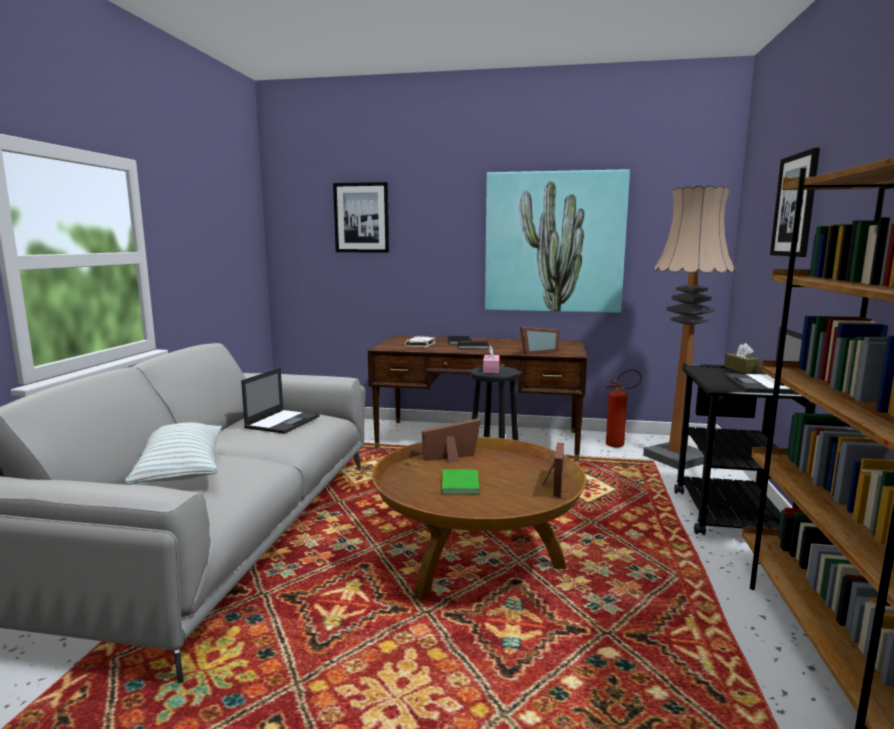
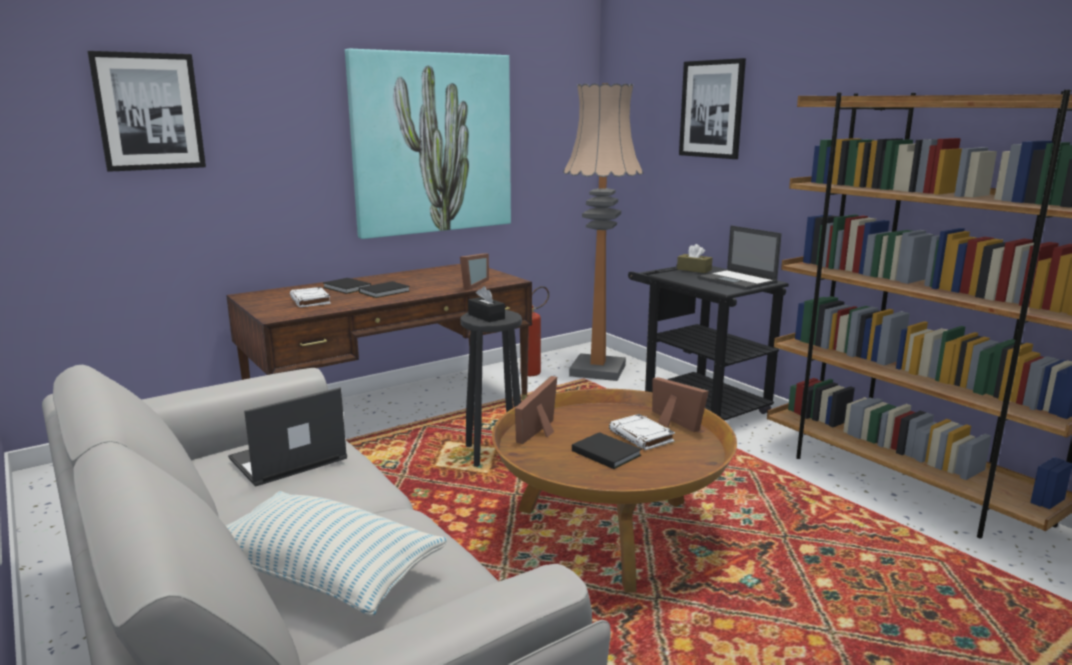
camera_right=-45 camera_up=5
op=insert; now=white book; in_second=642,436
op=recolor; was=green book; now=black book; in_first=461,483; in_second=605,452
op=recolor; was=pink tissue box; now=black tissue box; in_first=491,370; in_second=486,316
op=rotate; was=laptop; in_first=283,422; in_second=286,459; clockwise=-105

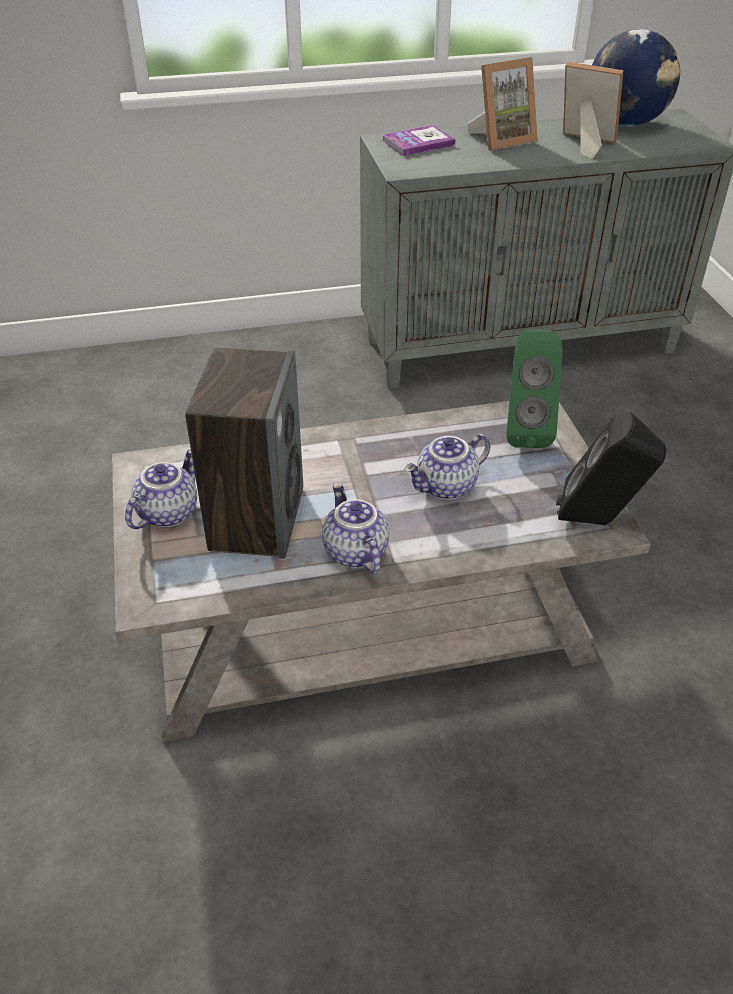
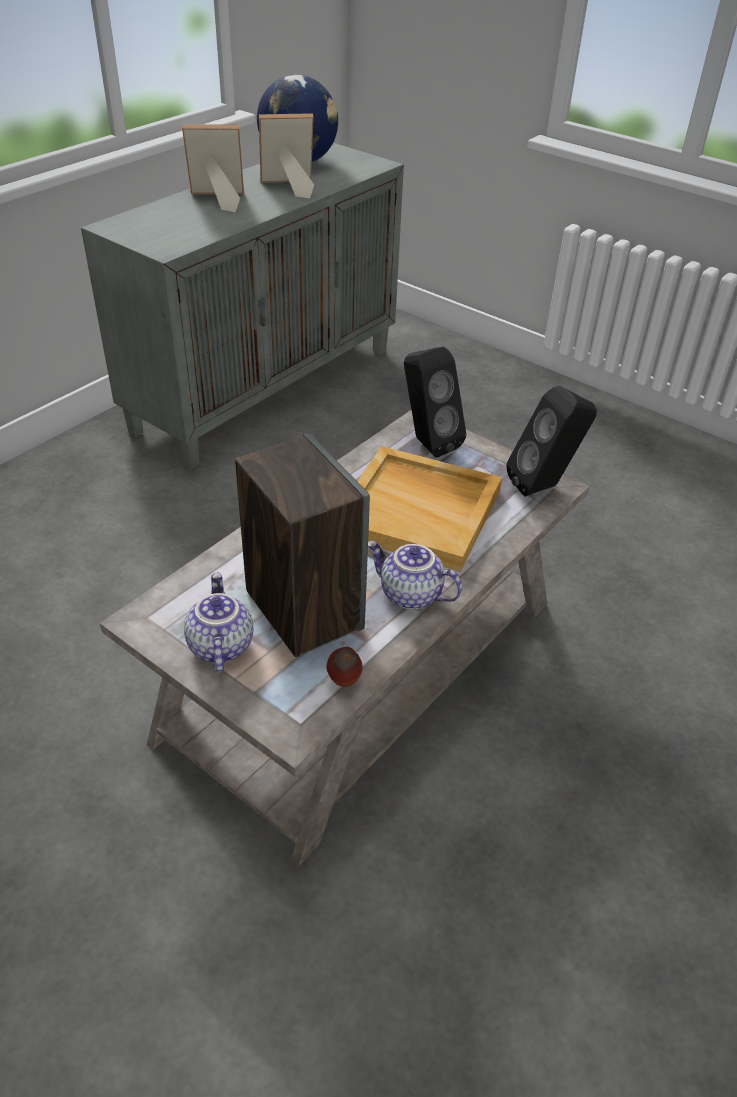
camera_right=-40 camera_up=0
op=delete; was=book; in_first=418,143
op=insert; now=apple; in_second=344,682
op=replace; was=teapot; now=beige tray; in_first=446,487; in_second=419,511
op=recolor; was=green speaker; now=black speaker; in_first=525,431; in_second=426,443
op=rotate; was=picture frame; in_first=501,139; in_second=217,200; clockwise=-120

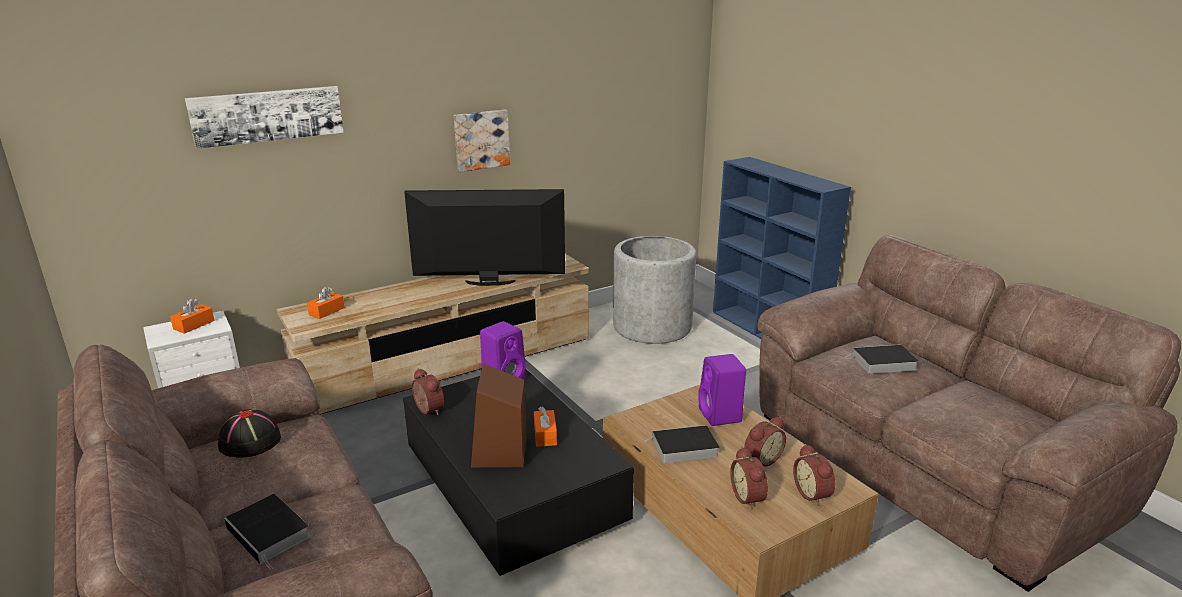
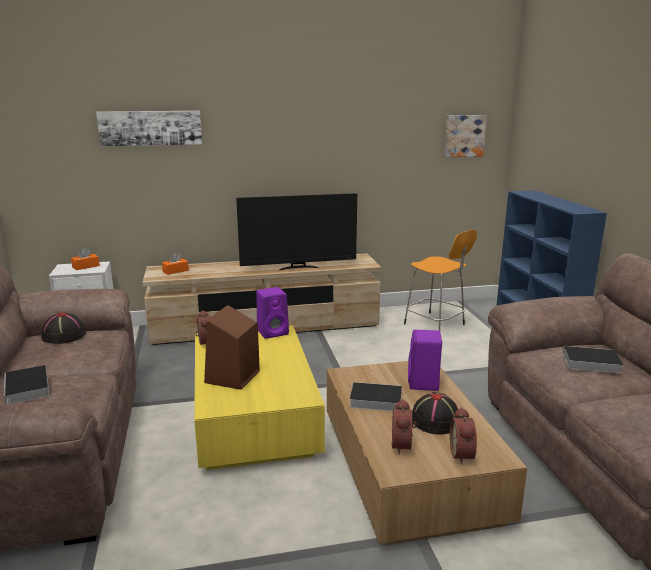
camera_right=20 camera_up=-5
op=delete; was=orange tissue box; in_first=545,435
op=move; was=picture; in_first=481,139; in_second=464,135
op=replace; was=grey planter; now=orange stool; in_first=652,327; in_second=436,325
op=replace; was=alarm clock; now=black hat; in_first=761,459; in_second=435,420
op=recolor; was=black coffee table; now=yellow coffee table; in_first=512,488; in_second=253,414
op=rotate; was=television; in_first=489,283; in_second=298,267; clockwise=150

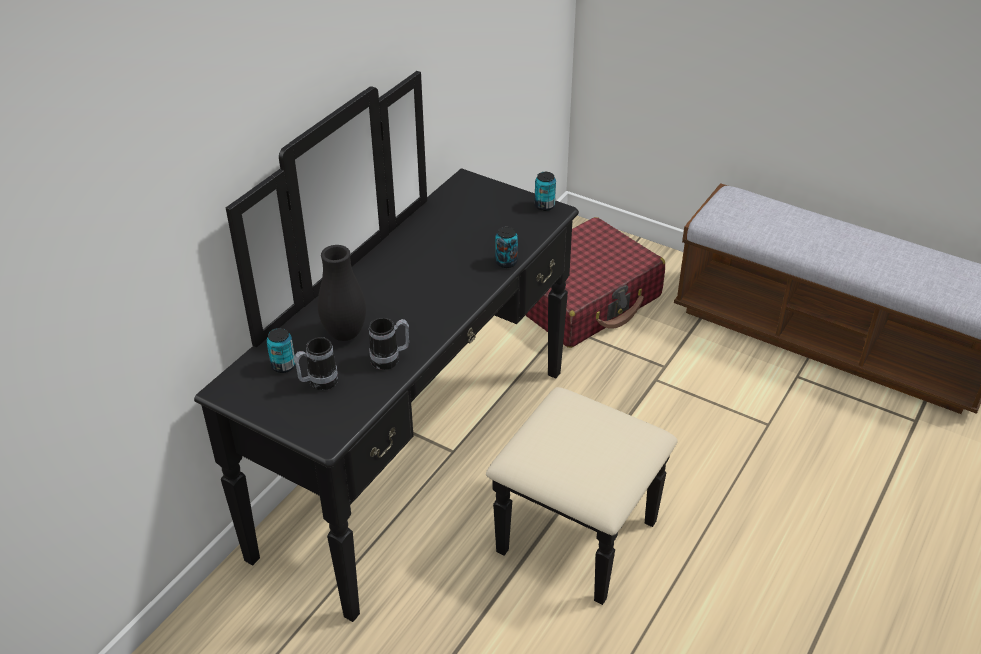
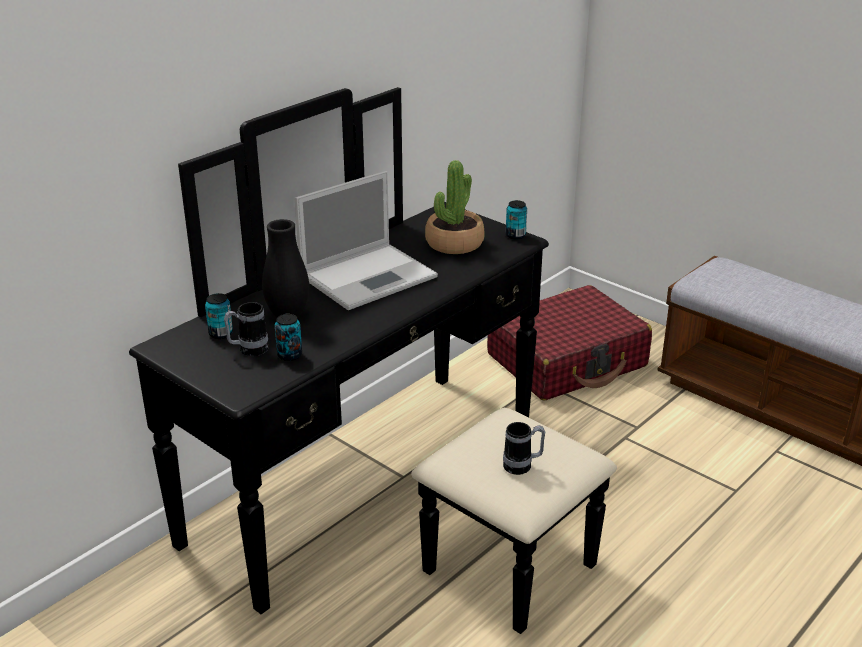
camera_right=10 camera_up=-10
op=insert; now=laptop; in_second=370,276
op=insert; now=potted plant; in_second=454,243
op=move; was=mug; in_first=390,360; in_second=522,466
op=move; was=can; in_first=506,262; in_second=289,355

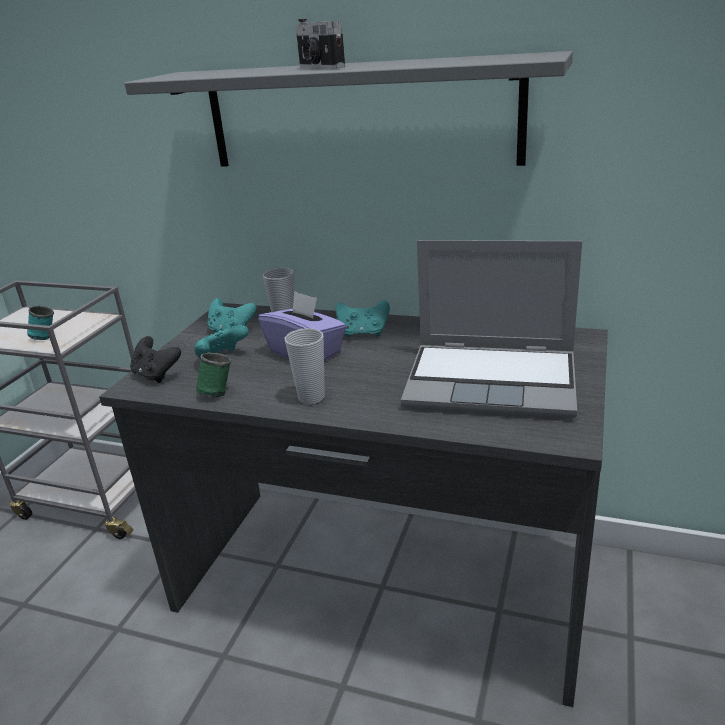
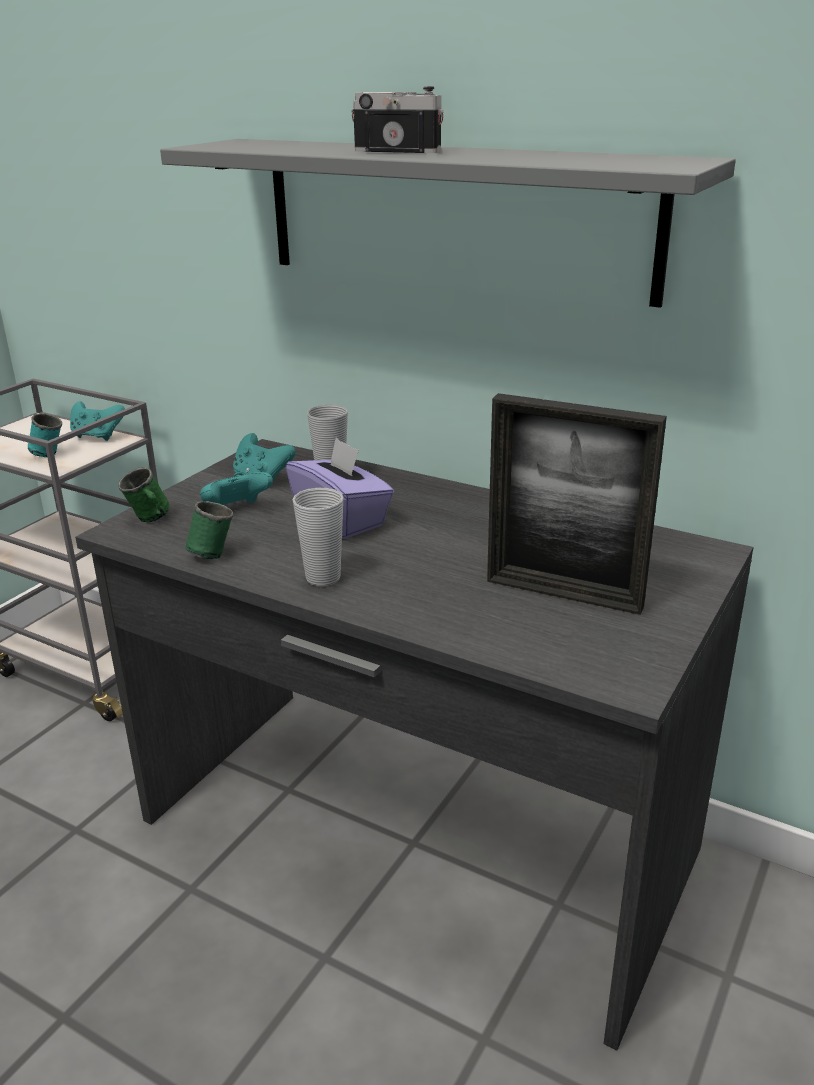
camera_right=10 camera_up=0
op=move; was=turquoise game controller; in_first=363,333; in_second=97,436
op=replace; was=black game controller; now=green mug; in_first=156,375; in_second=150,520
op=replace; was=laptop; now=picture frame; in_first=493,382; in_second=563,593
op=rotate; was=photo camera; in_first=319,67; in_second=398,151; clockwise=135

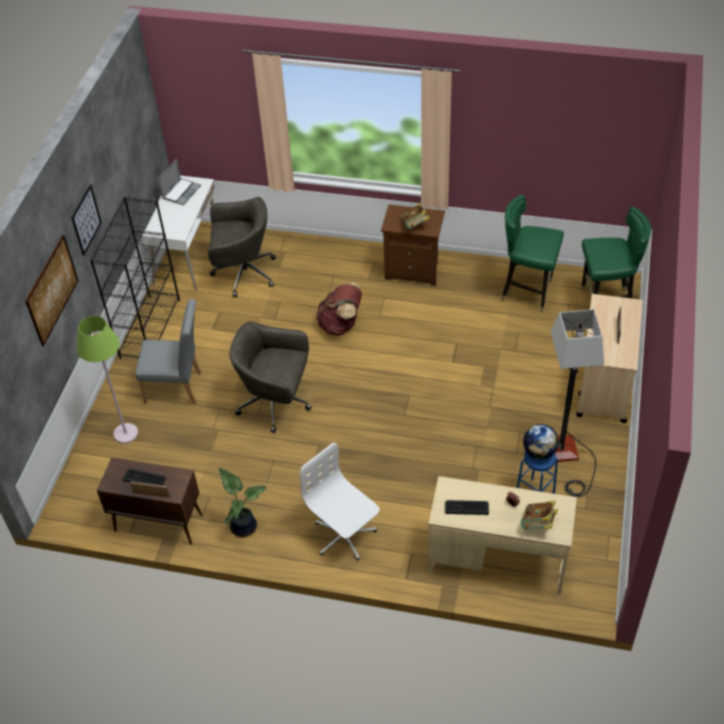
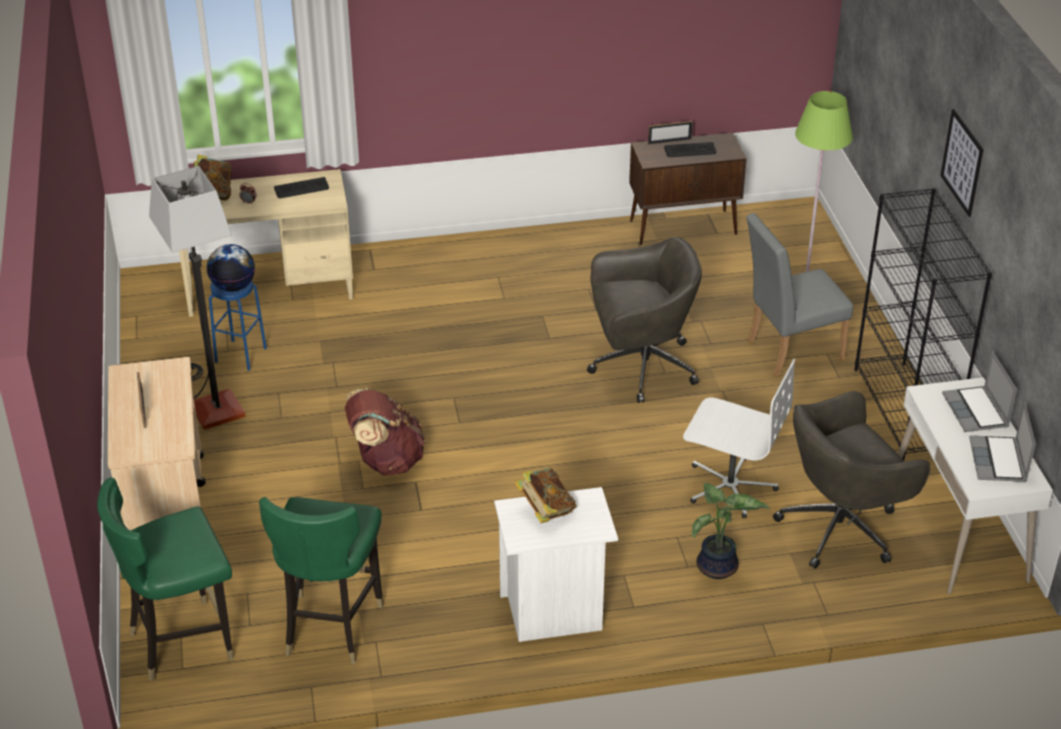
camera_right=155 camera_up=-10
op=delete; was=picture; in_first=52,290
op=insert; now=laptop; in_second=976,411
op=move; was=potted plant; in_first=244,525; in_second=718,569
op=move; was=white office chair; in_first=344,536; in_second=730,486
op=move; was=brown backpack; in_first=341,325; in_second=386,461
op=recolor; was=brown nightstand; now=white nightstand; in_first=413,270; in_second=553,613
op=rotate; was=green chair; in_first=527,292; in_second=330,627; clockwise=105

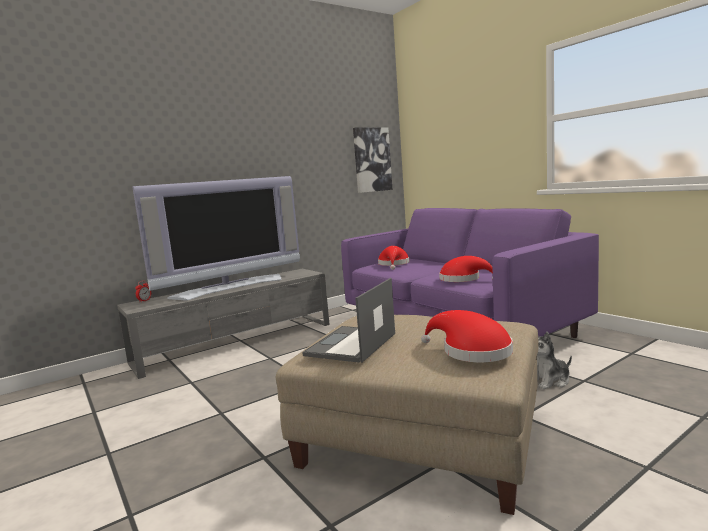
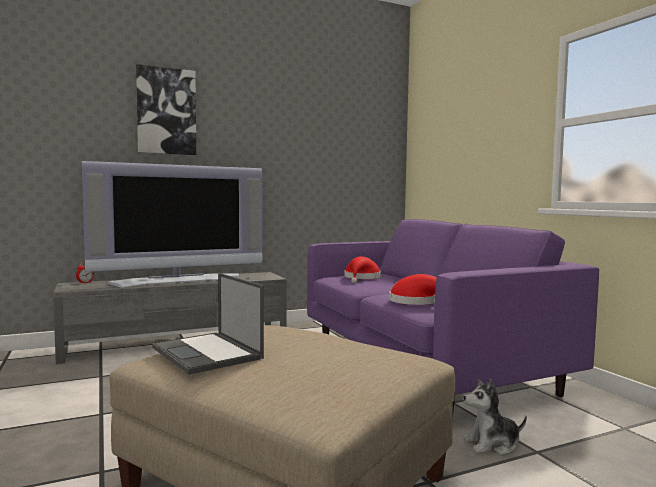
camera_right=10 camera_up=-5
op=delete; was=red hat; in_first=471,351
op=move; was=picture; in_first=372,160; in_second=166,111
op=rotate; was=laptop; in_first=351,345; in_second=207,353; clockwise=-75

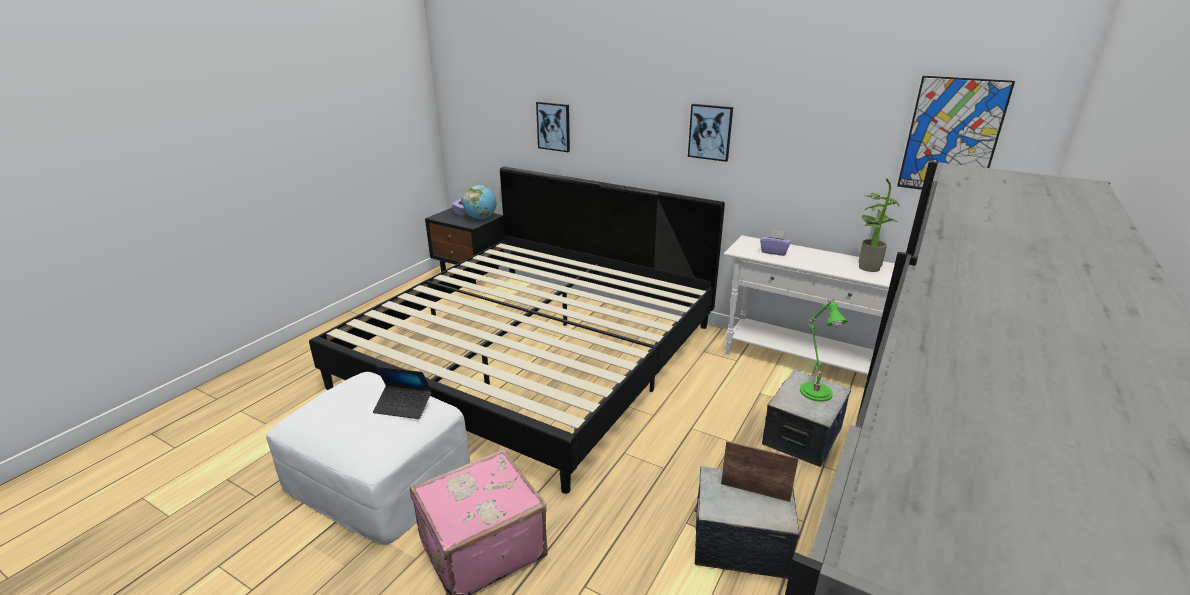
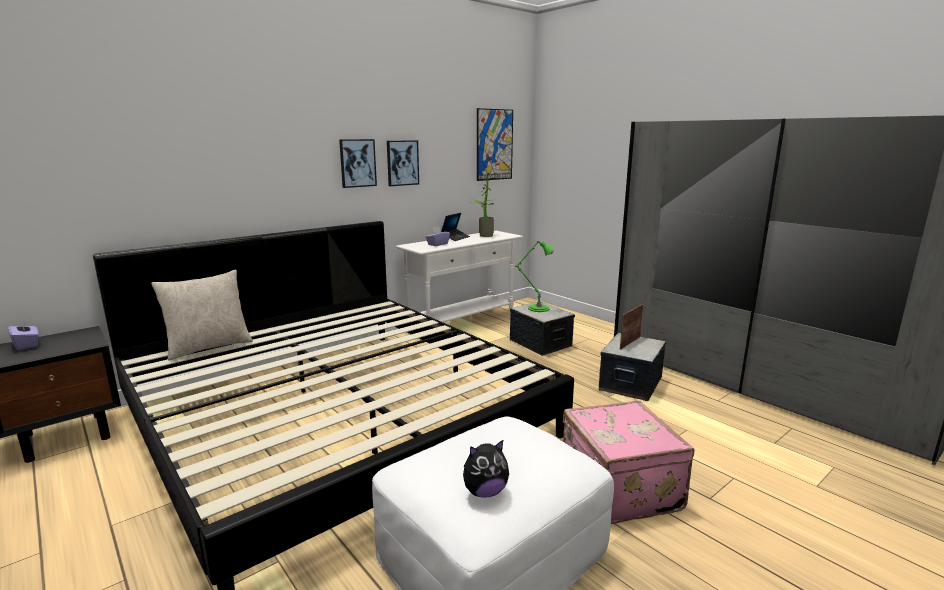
camera_right=-70 camera_up=-10
op=delete; was=globe; in_first=481,218
op=insert; now=beige pillow; in_second=209,347
op=insert; now=plush toy; in_second=484,492
op=move; was=laptop; in_first=403,406; in_second=455,238
op=move; was=picture; in_first=554,126; in_second=402,163

